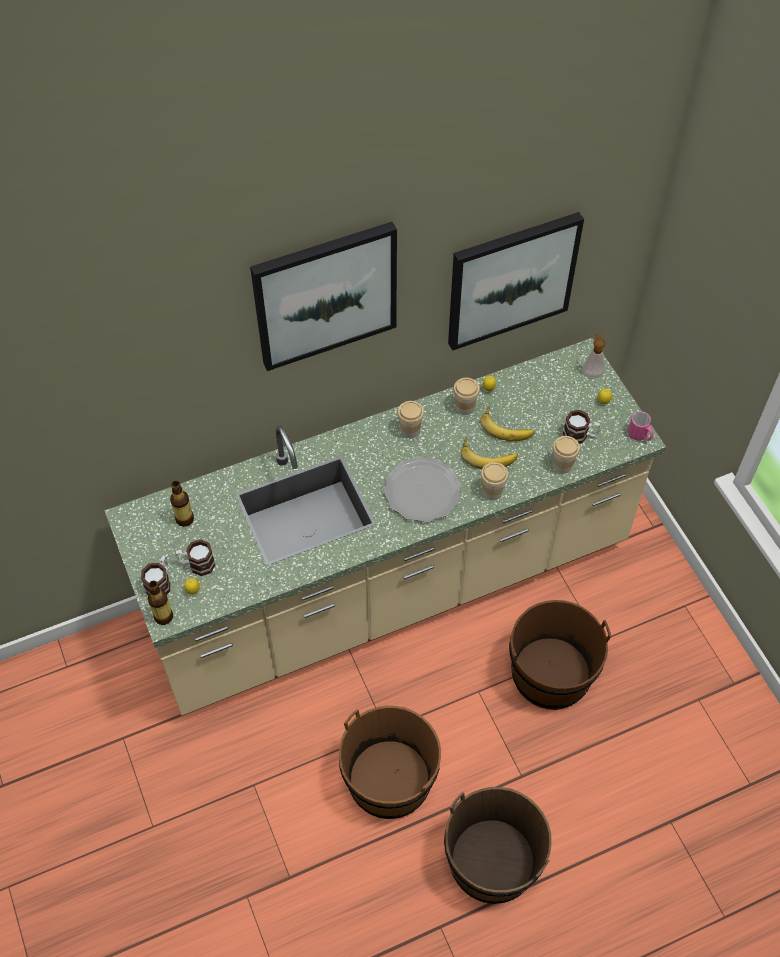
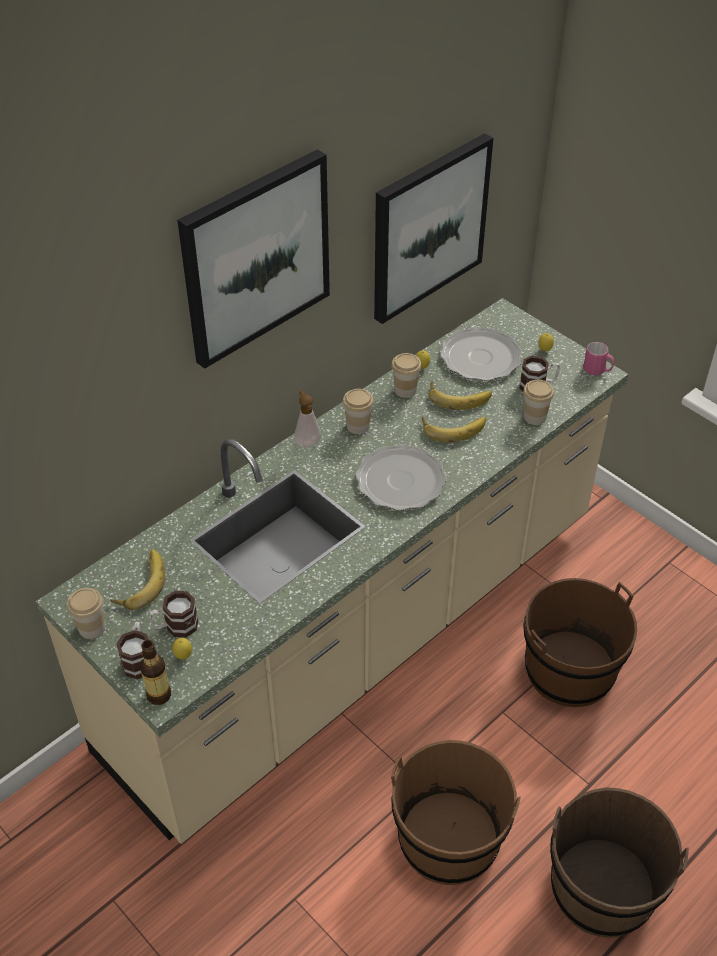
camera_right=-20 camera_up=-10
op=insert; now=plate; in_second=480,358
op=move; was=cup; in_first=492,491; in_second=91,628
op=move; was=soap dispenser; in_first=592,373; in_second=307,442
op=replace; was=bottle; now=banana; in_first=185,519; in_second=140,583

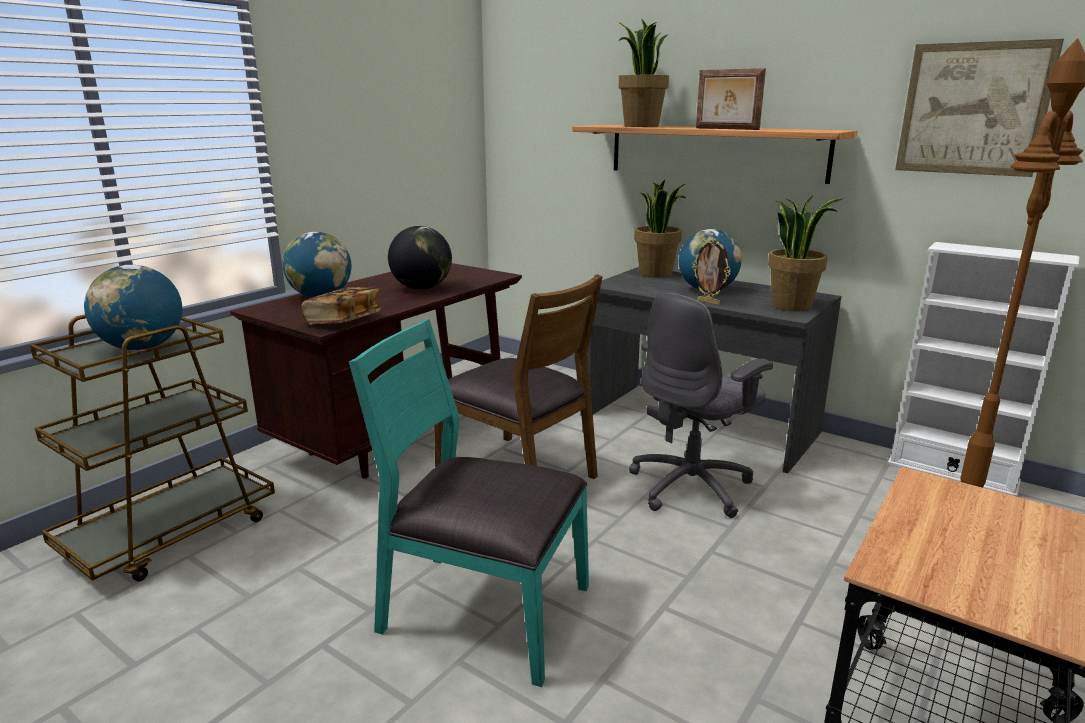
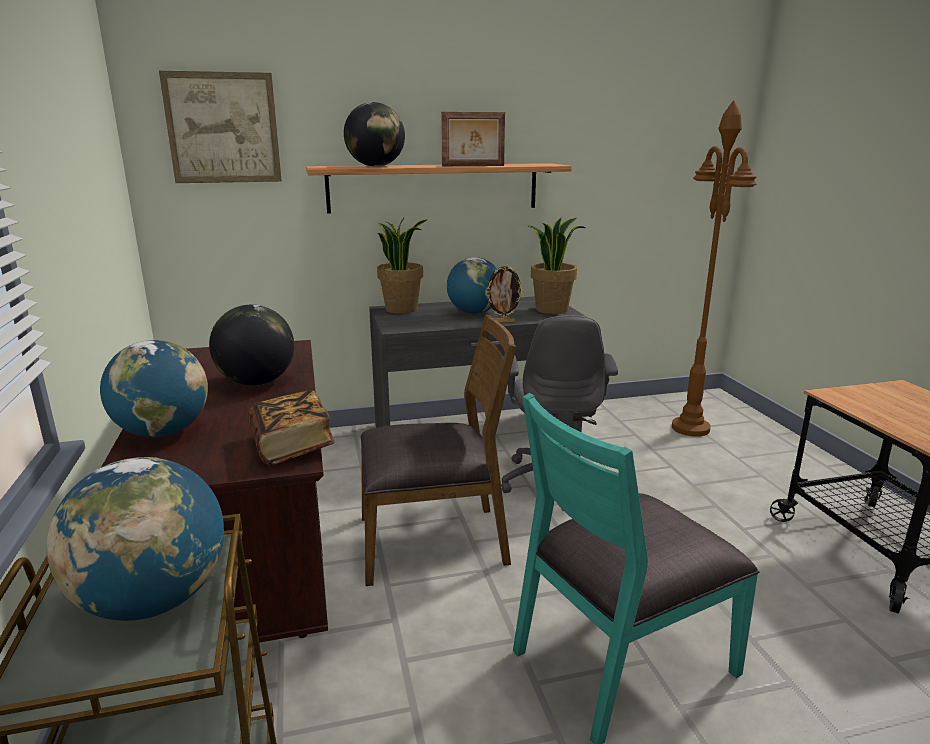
camera_right=-50 camera_up=0
op=delete; was=white bookcase; in_first=952,473
op=move; was=picture; in_first=973,109; in_second=223,128
op=replace; was=potted plant; now=globe; in_first=640,126; in_second=375,166

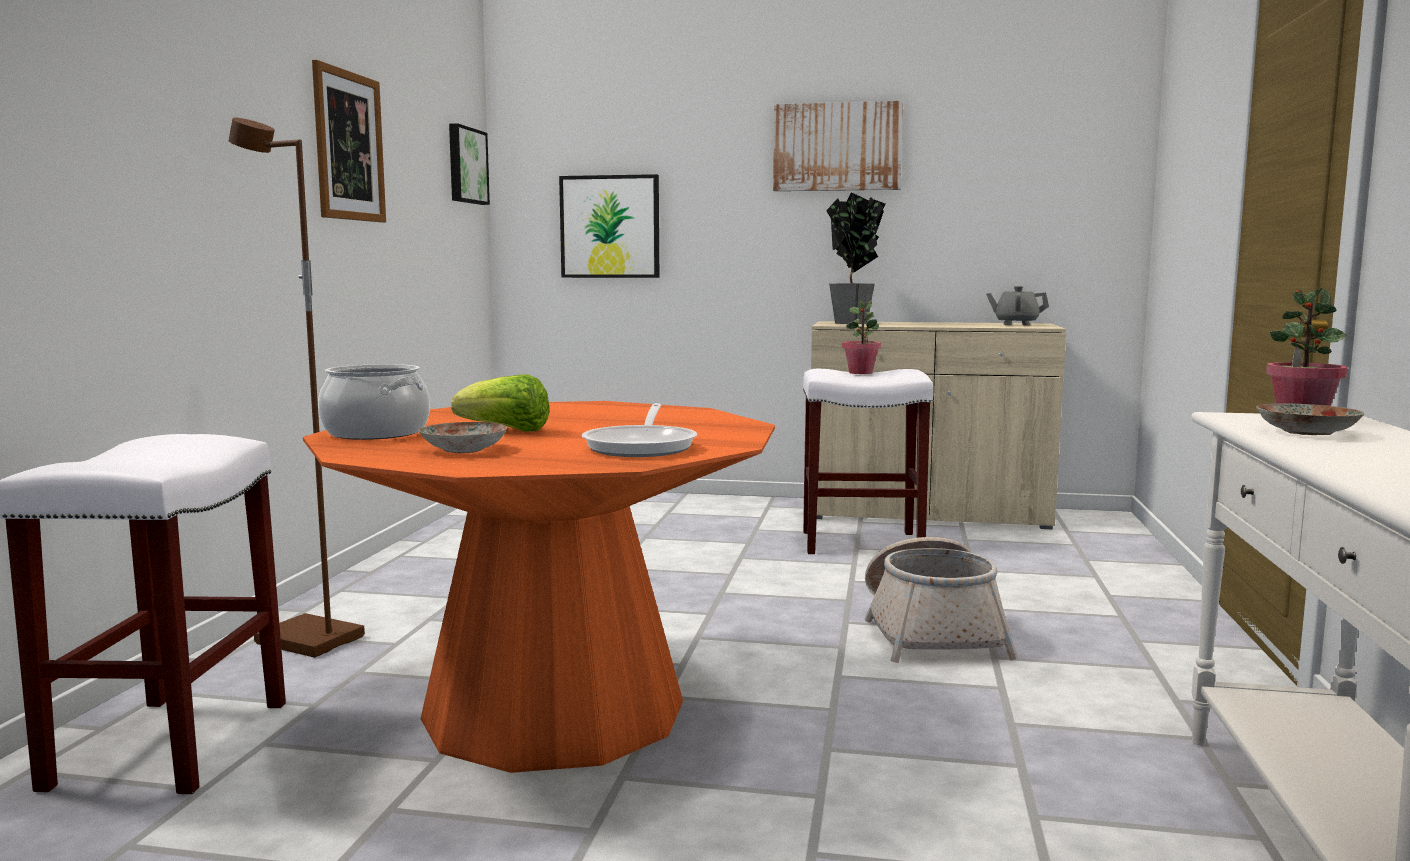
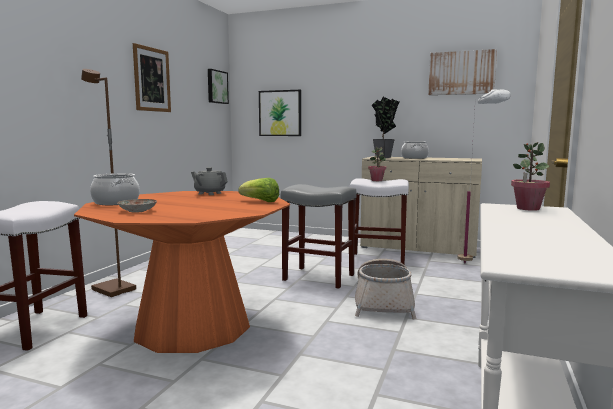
camera_right=10 camera_up=0
op=delete; was=frying pan; in_first=643,446
op=delete; was=plate; in_first=1306,432
op=insert; now=grey stool; in_second=319,277
op=insert; now=cooking pot; in_second=414,158
op=insert; now=white floor lamp; in_second=477,266
op=move; was=lettuce; in_first=506,431; in_second=260,201
op=move; was=picture; in_first=837,147; in_second=461,73
op=move; was=grey teapot; in_first=1016,324; in_second=209,193

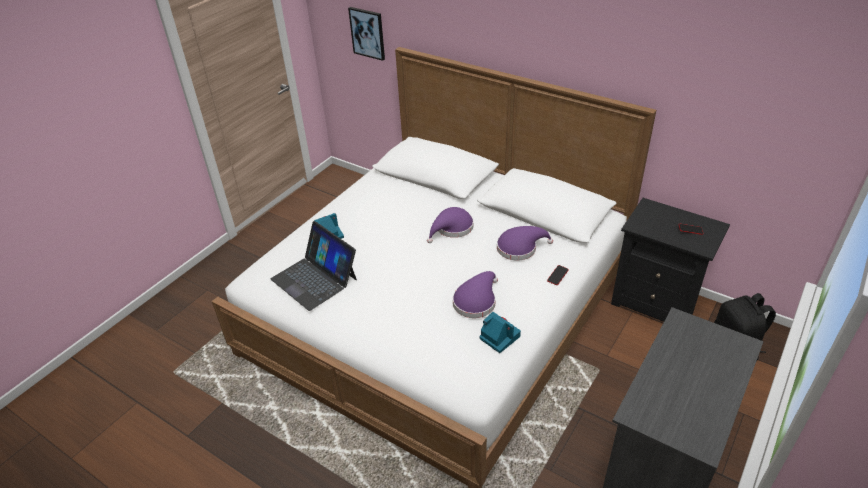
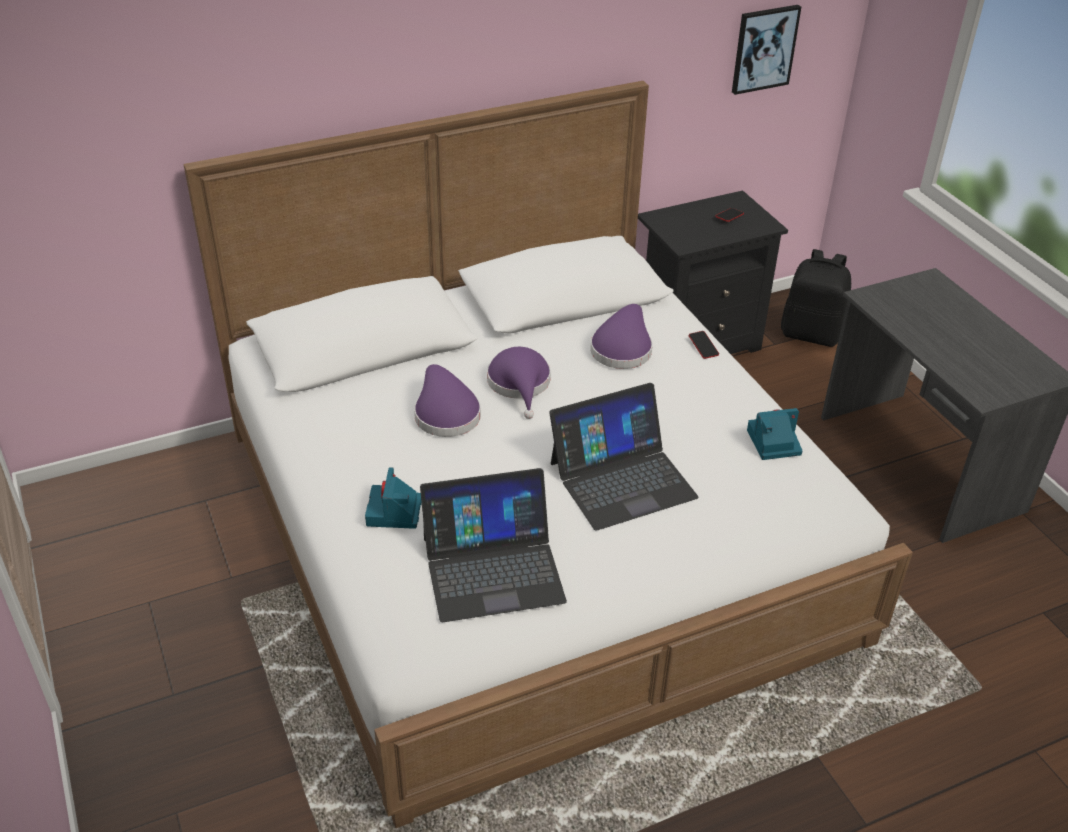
camera_right=-60 camera_up=0
op=insert; now=laptop; in_second=622,479
op=move; was=picture; in_first=367,33; in_second=764,48
op=move; was=purple hat; in_first=476,301; in_second=445,413

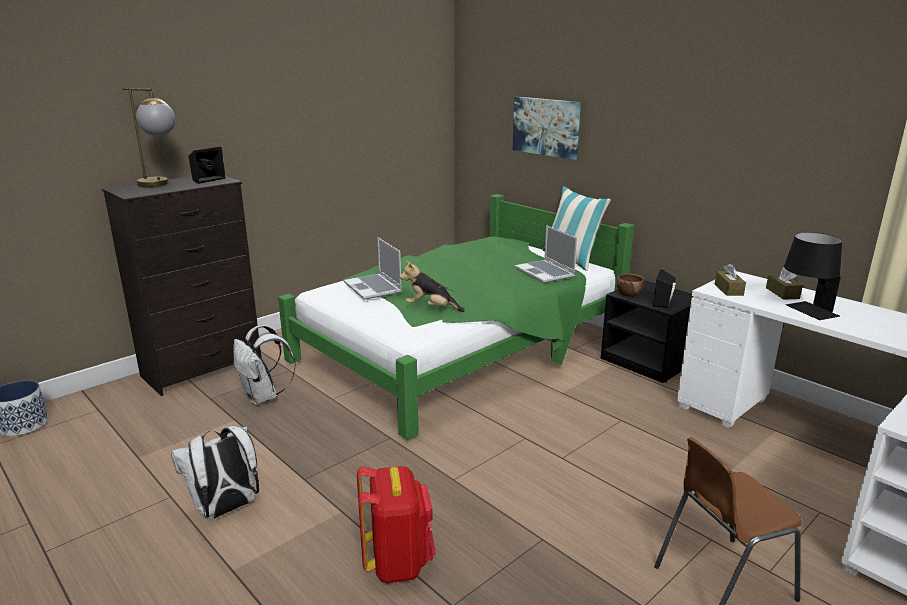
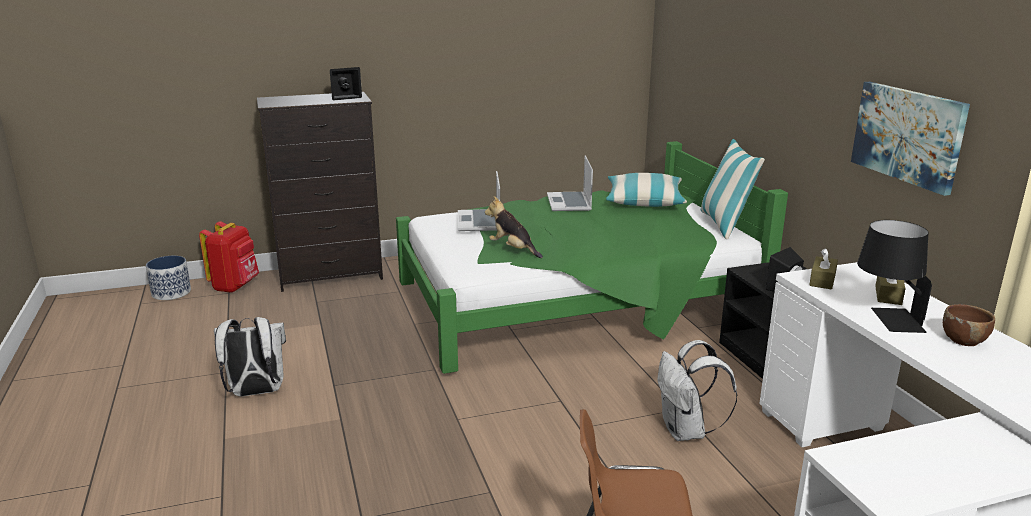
camera_right=25 camera_up=0
op=delete; was=table lamp; in_first=161,185
op=insert; now=pillow; in_second=644,201
op=move; was=white backpack; in_first=263,397; in_second=686,432
op=move; was=red backpack; in_first=398,562; in_second=235,286
op=move; was=picture; in_first=546,127; in_second=908,135
op=move; was=laptop; in_first=545,273; in_second=569,203
op=move; was=brown bowl; in_first=629,294; in_second=963,340

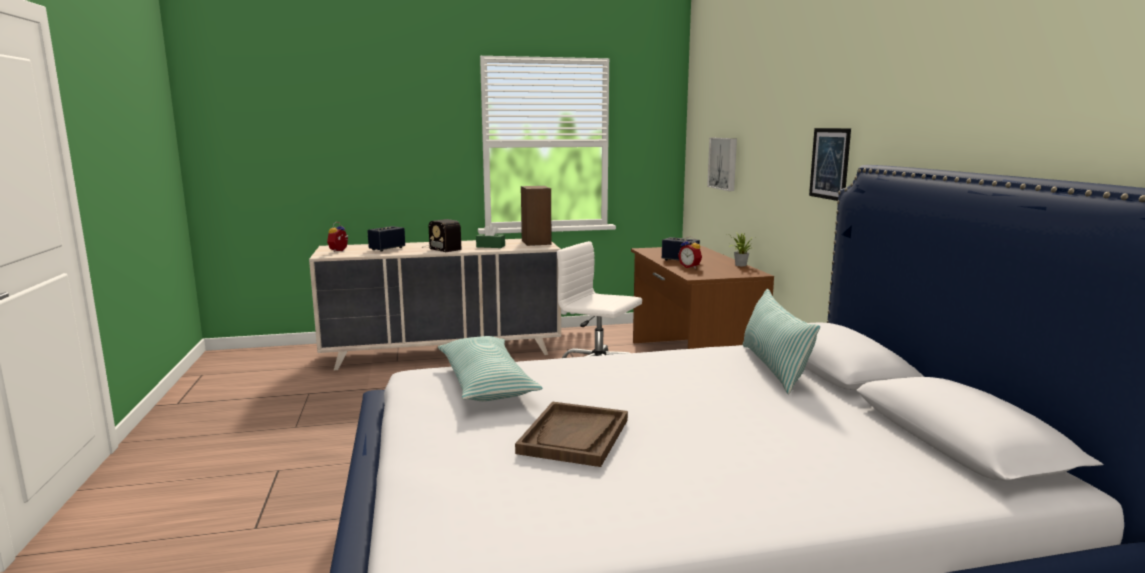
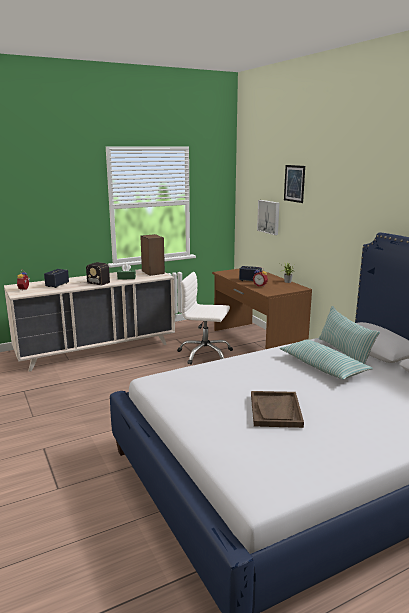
camera_right=-15 camera_up=5
op=move; was=pillow; in_first=486,383; in_second=323,367
op=move; was=picture; in_first=829,163; in_second=294,183

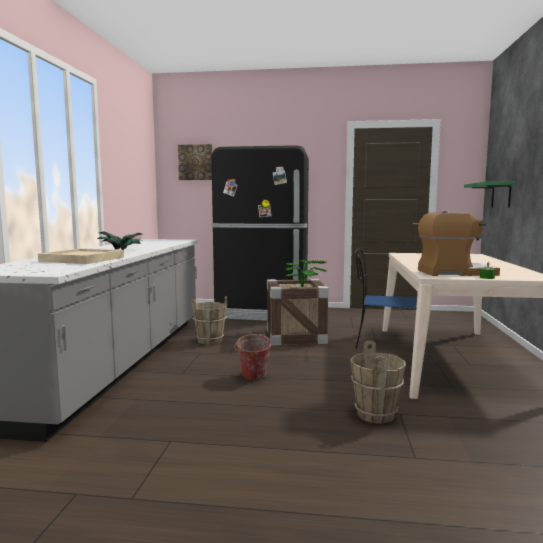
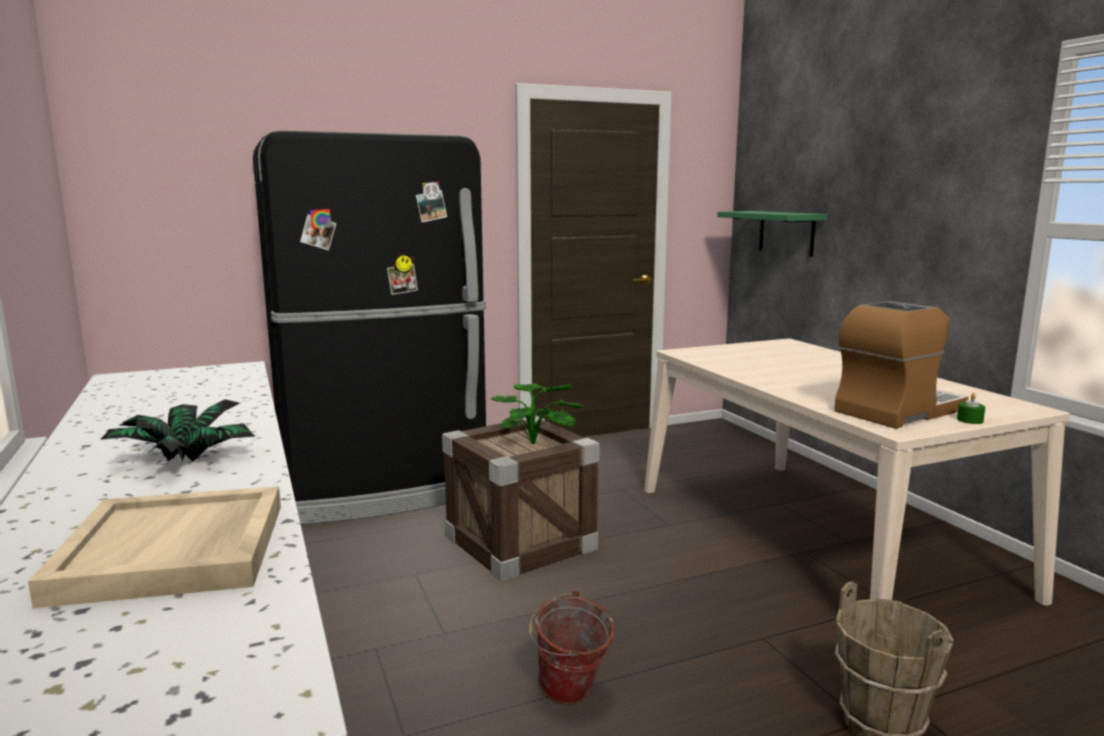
camera_right=-30 camera_up=5
op=delete; was=picture; in_first=195,162
op=delete; was=brown bucket; in_first=210,341
op=delete; was=blue chair; in_first=384,344

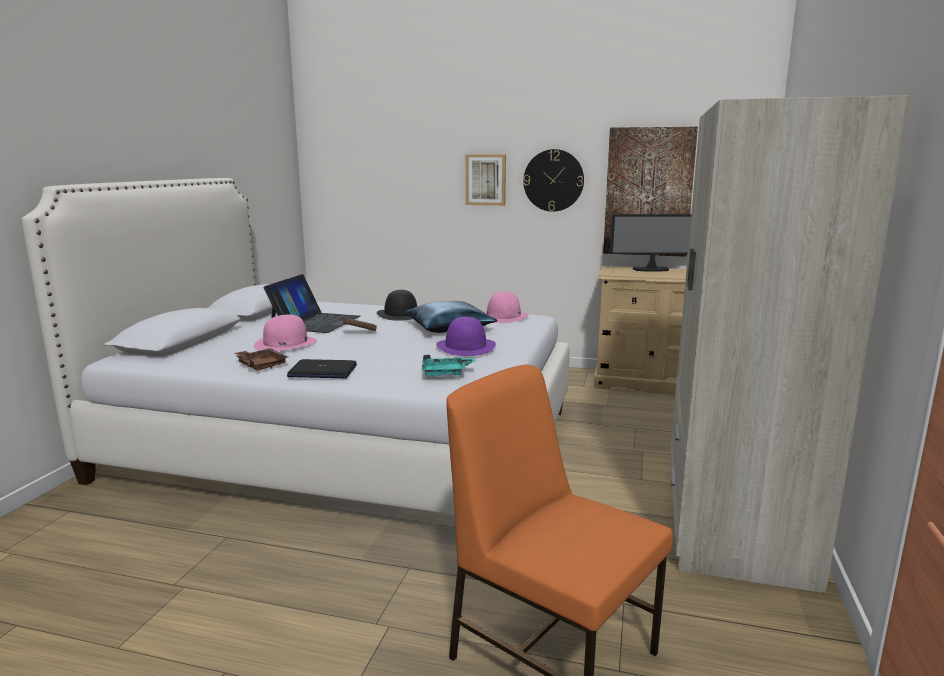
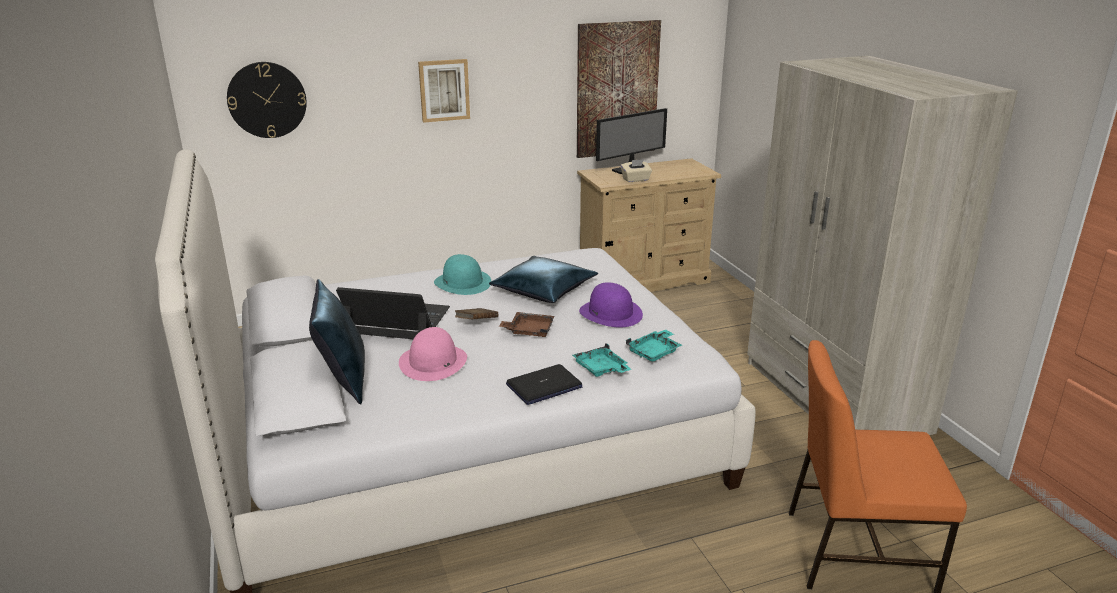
camera_right=-35 camera_up=10
op=delete; was=pink hat; in_first=503,316
op=insert; now=blue pillow; in_second=343,380
op=insert; now=turquoise tray; in_second=601,369
op=insert; now=beige tissue box; in_second=636,180
op=move; was=brown tray; in_first=261,365; in_second=529,331
op=move; was=wall clock; in_first=553,180; in_second=267,100
op=recolor; was=black hat; now=turquoise hat; in_first=401,314; in_second=463,283
op=rotate; was=laptop; in_first=315,322; in_second=397,320; clockwise=-60

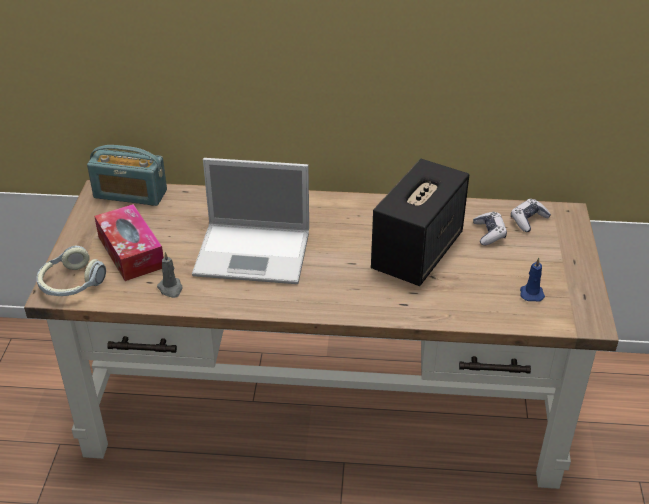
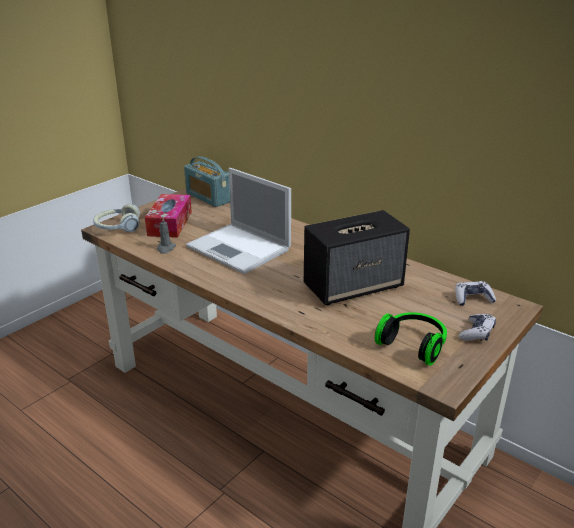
camera_right=35 camera_up=-10
op=move; was=game controller; in_first=489,233; in_second=477,333
op=replace; was=blue candle; now=headphones; in_first=531,293; in_second=414,345

